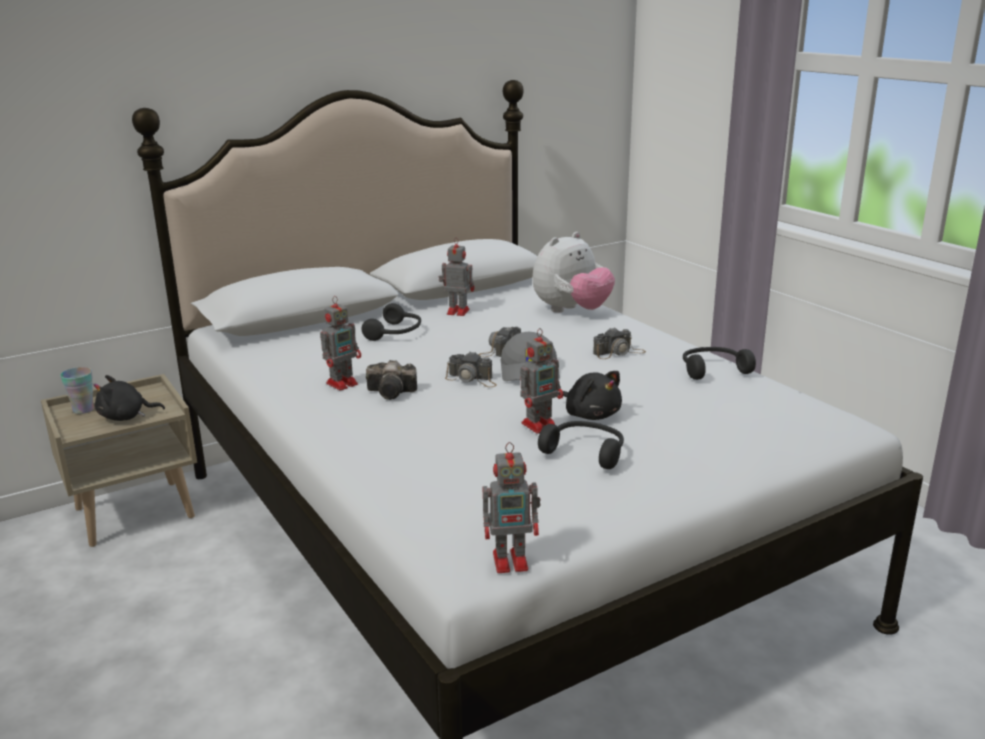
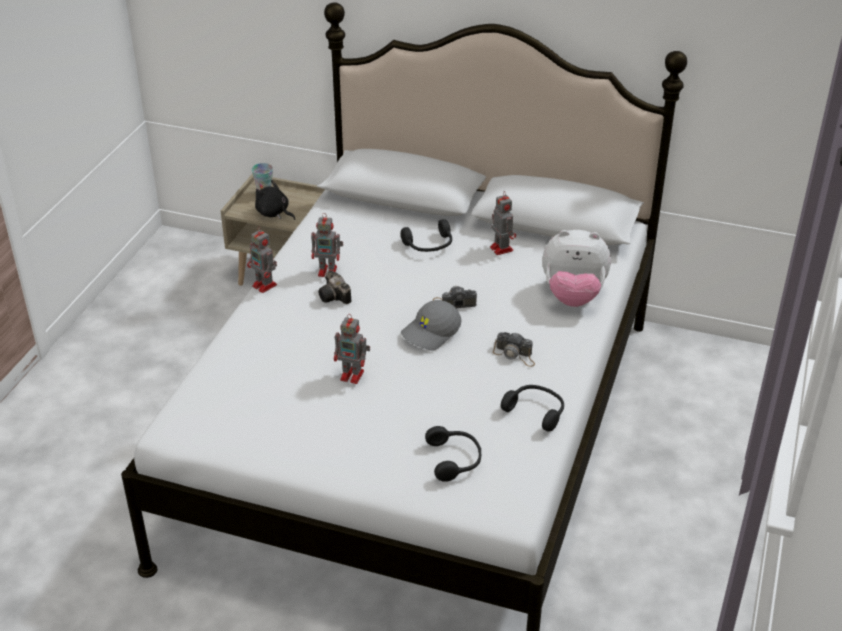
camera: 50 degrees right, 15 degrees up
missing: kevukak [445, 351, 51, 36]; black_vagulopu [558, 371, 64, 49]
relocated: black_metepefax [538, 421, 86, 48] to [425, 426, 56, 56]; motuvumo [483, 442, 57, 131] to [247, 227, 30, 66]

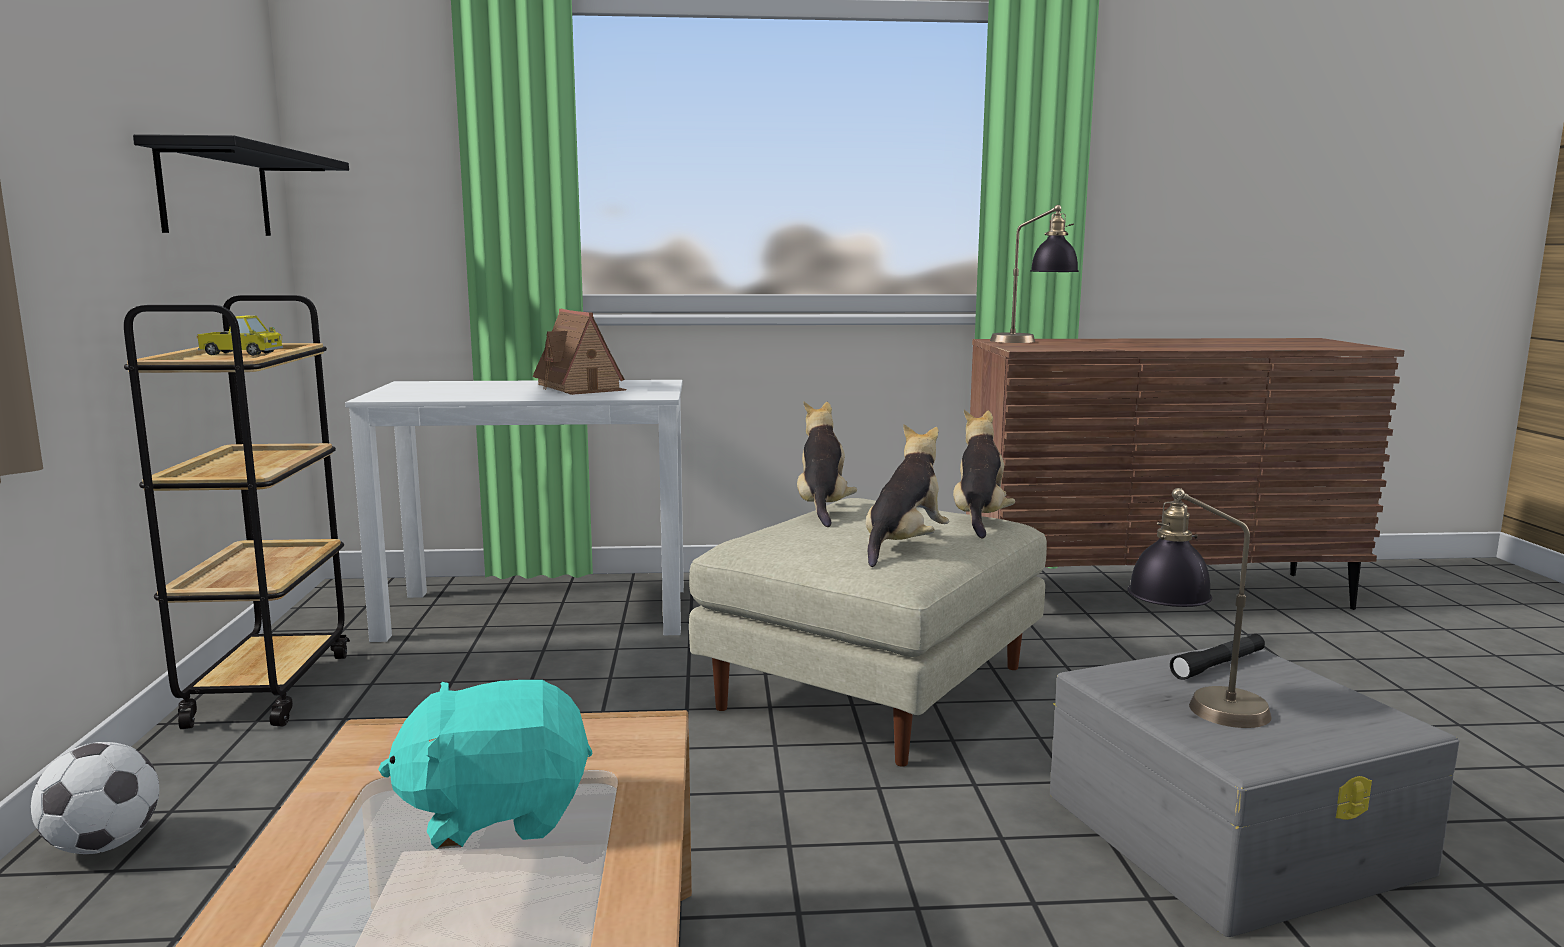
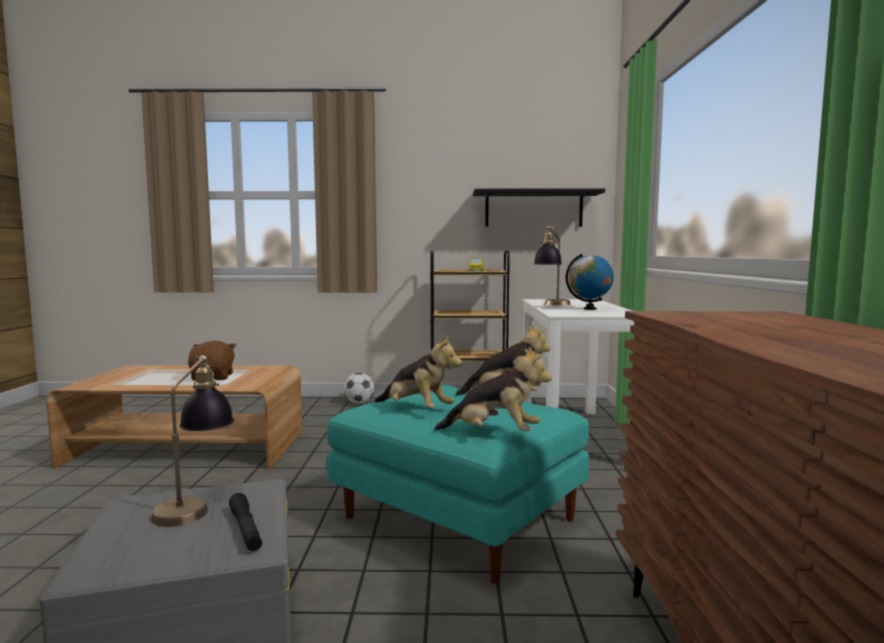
camera: 95 degrees right, 5 degrees down
relocated: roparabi [990, 205, 89, 138] to [534, 226, 37, 79]
exchanged: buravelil [532, 309, 95, 86] to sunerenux [566, 254, 48, 56]
colour: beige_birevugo [689, 498, 358, 269] to turquoise_birevugo [327, 385, 262, 199]; turquoise_vagulopu [378, 680, 214, 169] to brown_vagulopu [188, 340, 49, 41]

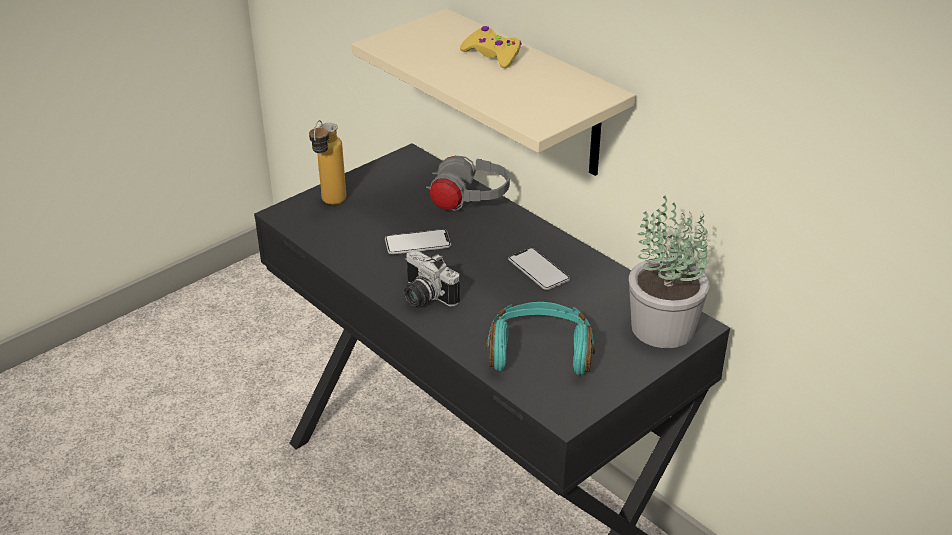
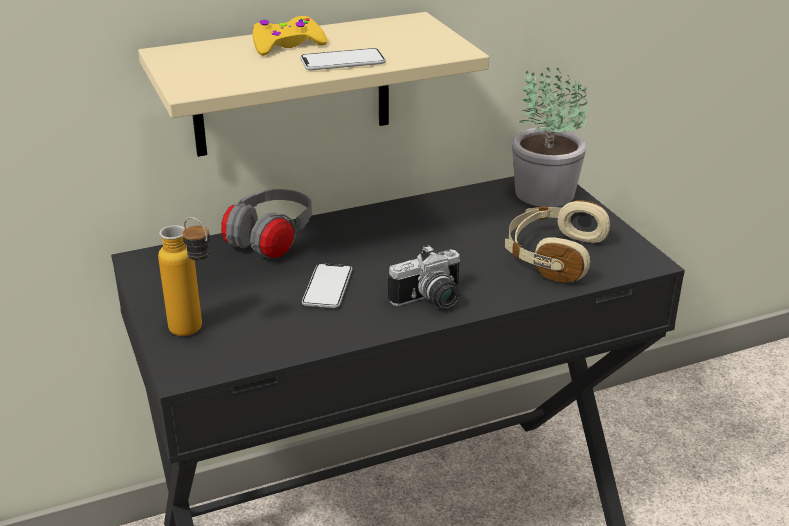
camera: 70 degrees left, 5 degrees down
relocated: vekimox [508, 248, 62, 42] to [300, 48, 86, 22]
colour: turquoise_metepefax [486, 302, 109, 73] to beige_metepefax [505, 200, 105, 83]

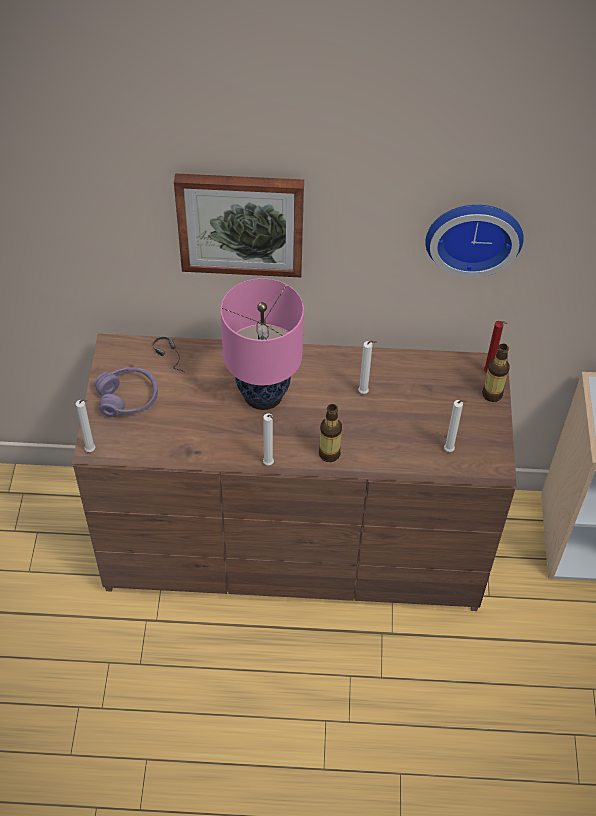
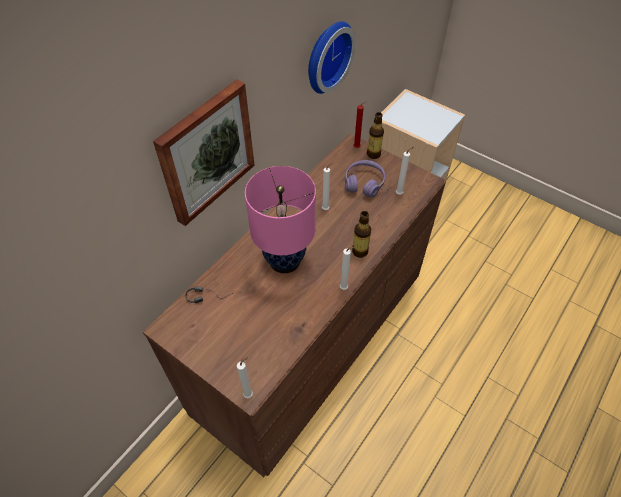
camera: 55 degrees left, 0 degrees up
relocated: purple_metepefax [94, 368, 64, 49] to [345, 160, 40, 38]

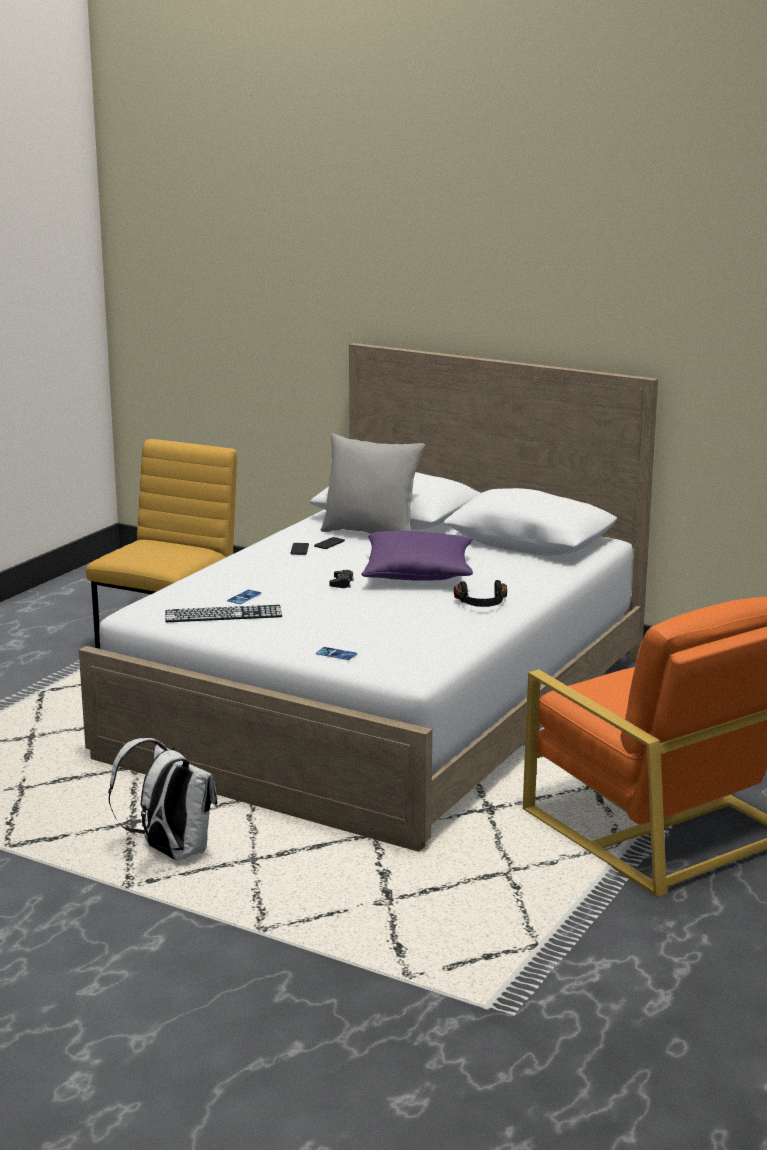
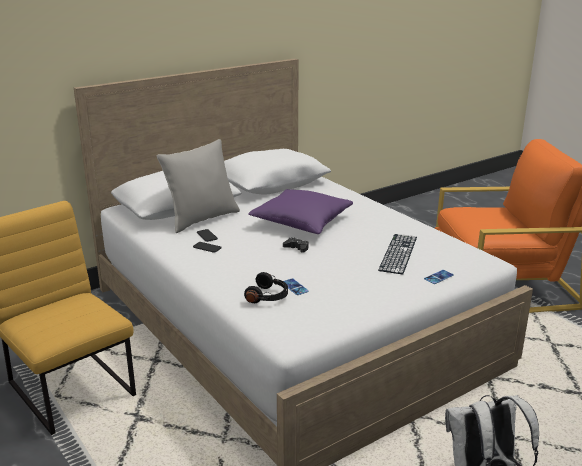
camera: 65 degrees left, 5 degrees up
relocated: black_metepefax [454, 580, 53, 27] to [244, 272, 44, 31]; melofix [165, 605, 117, 17] to [378, 234, 39, 41]

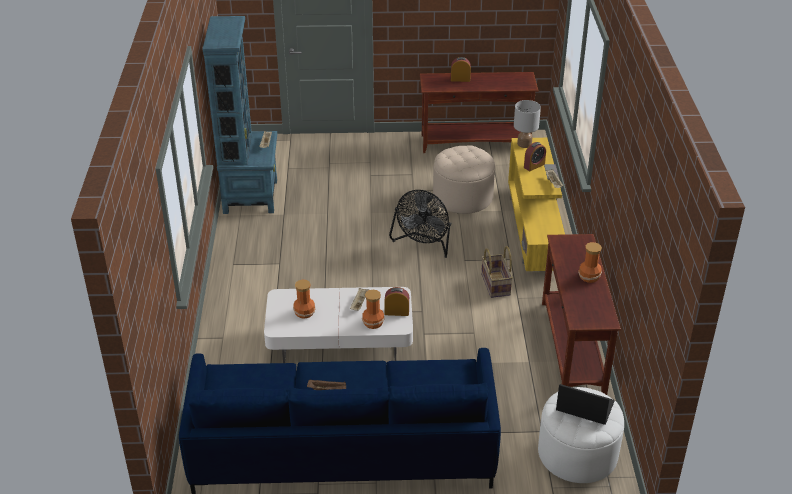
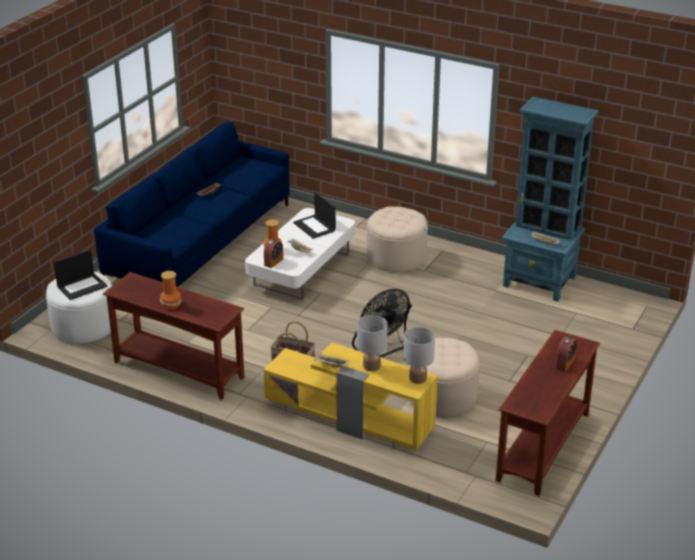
camera: 120 degrees right, 5 degrees down
appeared: beige_birevugo [367, 206, 61, 66]
exchanged: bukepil [524, 142, 22, 29] to grey_roparabi [357, 315, 30, 56]; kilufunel [293, 280, 23, 39] to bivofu [293, 193, 43, 46]

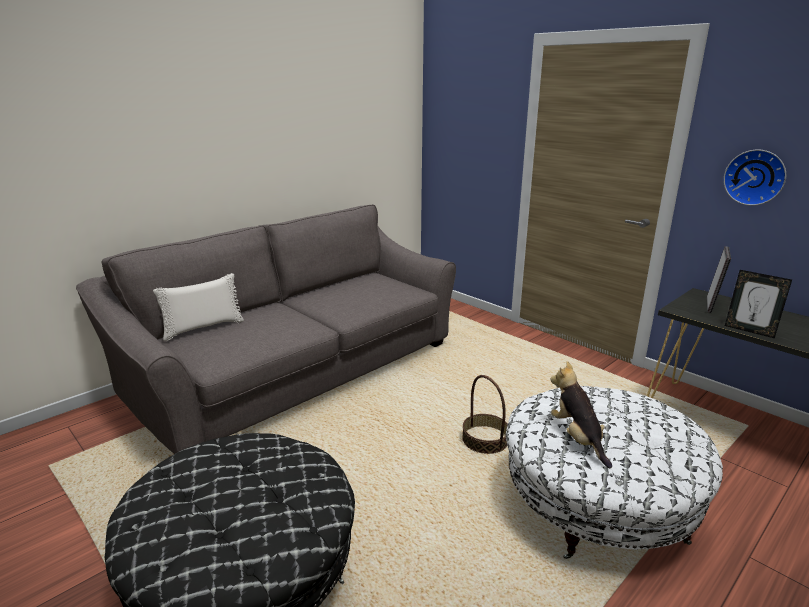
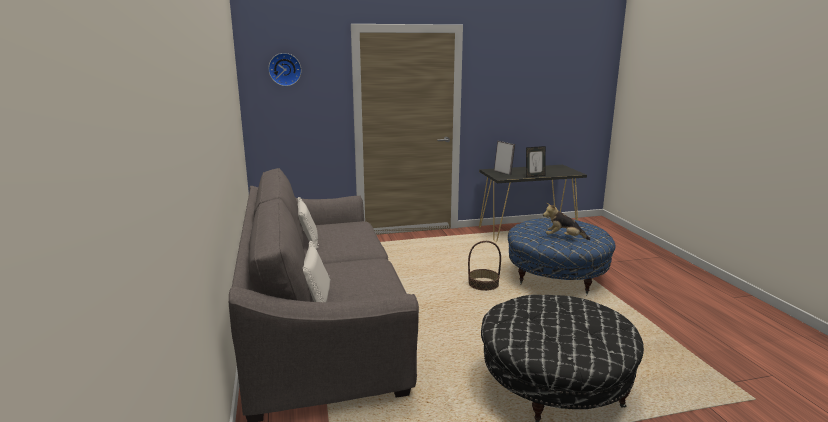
camera: 60 degrees left, 5 degrees down
appeared: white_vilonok [297, 197, 22, 52]
relocated: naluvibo [723, 150, 63, 56] to [268, 53, 34, 33]
colour: white_birevugo [506, 386, 217, 173] to blue_birevugo [508, 218, 108, 77]

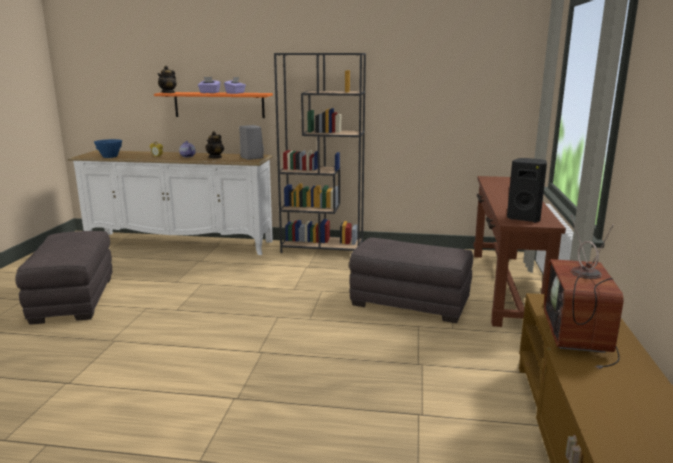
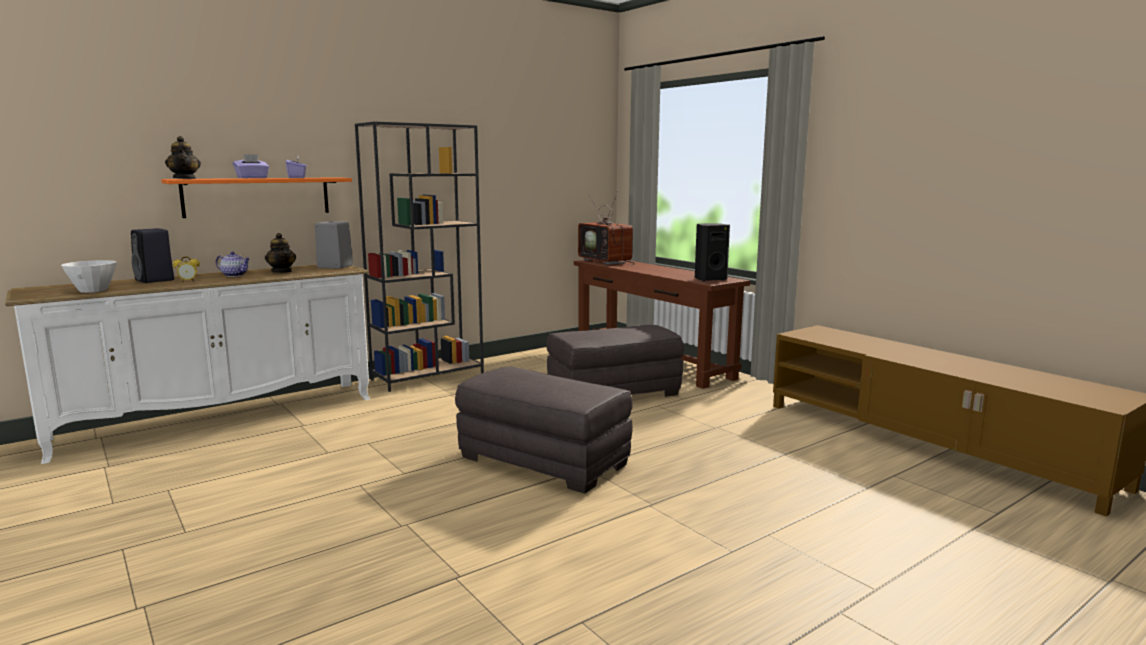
camera: 45 degrees left, 5 degrees down
appeared: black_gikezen [131, 228, 43, 55]
relocated: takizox [544, 215, 80, 154] to [578, 191, 57, 75]; grey_birevugo [15, 231, 98, 94] to [455, 366, 178, 128]
colour: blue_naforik [94, 139, 28, 19] to white_naforik [61, 260, 56, 33]

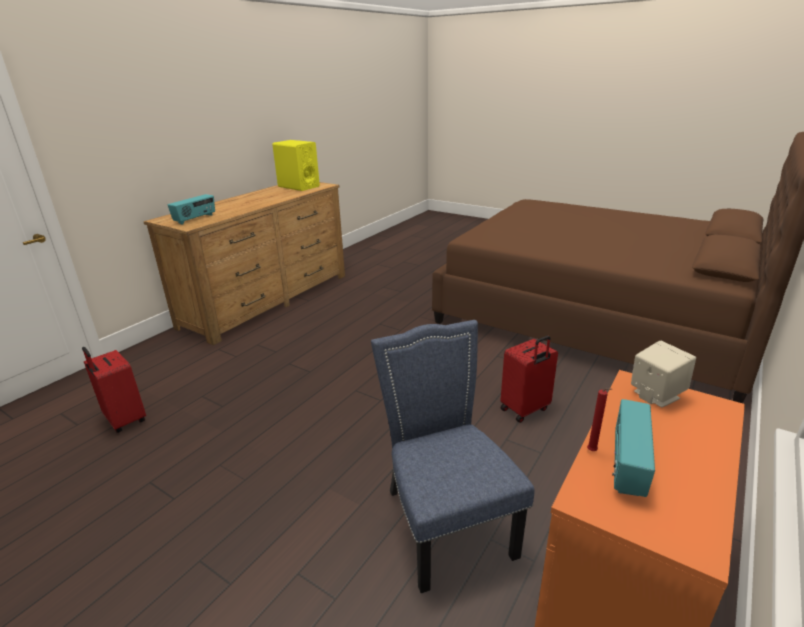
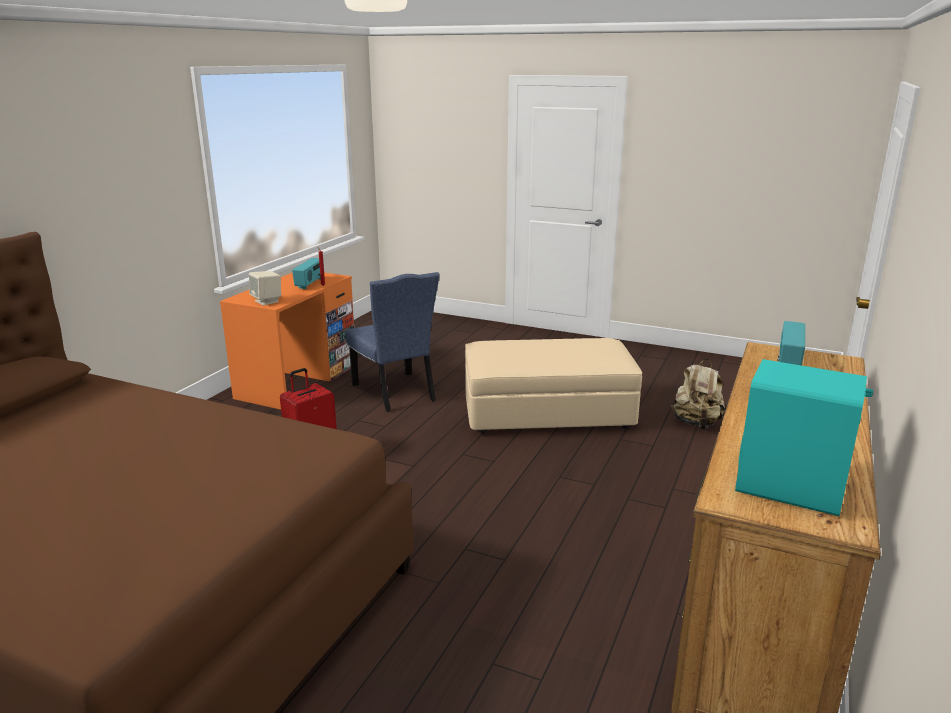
camera: 170 degrees right, 5 degrees down
appeared: beige_birevugo [465, 338, 177, 95]
exchanged: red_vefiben [82, 347, 64, 86] to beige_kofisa [671, 359, 54, 70]
colour: yellow_gikezen [272, 140, 48, 51] to turquoise_gikezen [735, 359, 138, 157]

